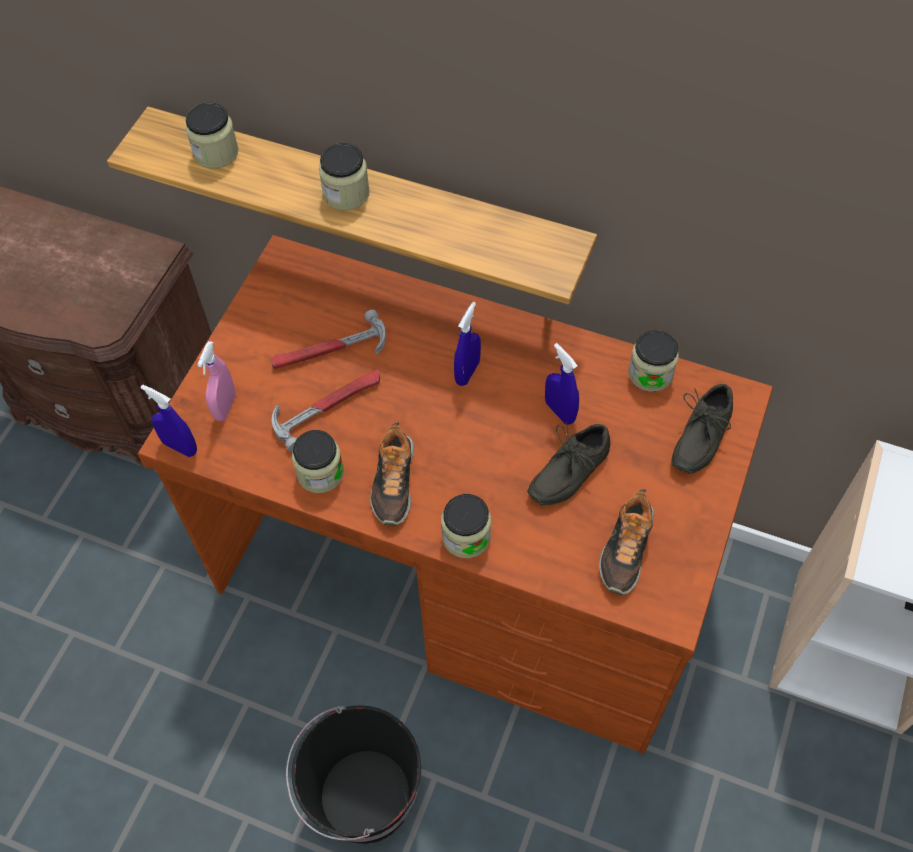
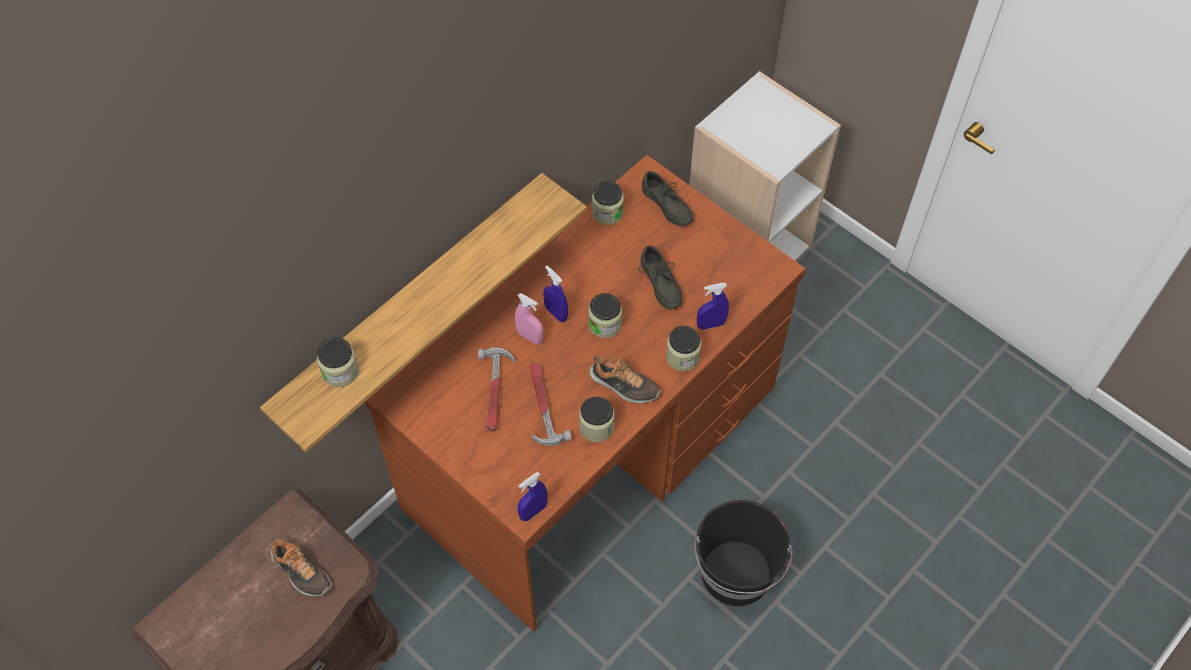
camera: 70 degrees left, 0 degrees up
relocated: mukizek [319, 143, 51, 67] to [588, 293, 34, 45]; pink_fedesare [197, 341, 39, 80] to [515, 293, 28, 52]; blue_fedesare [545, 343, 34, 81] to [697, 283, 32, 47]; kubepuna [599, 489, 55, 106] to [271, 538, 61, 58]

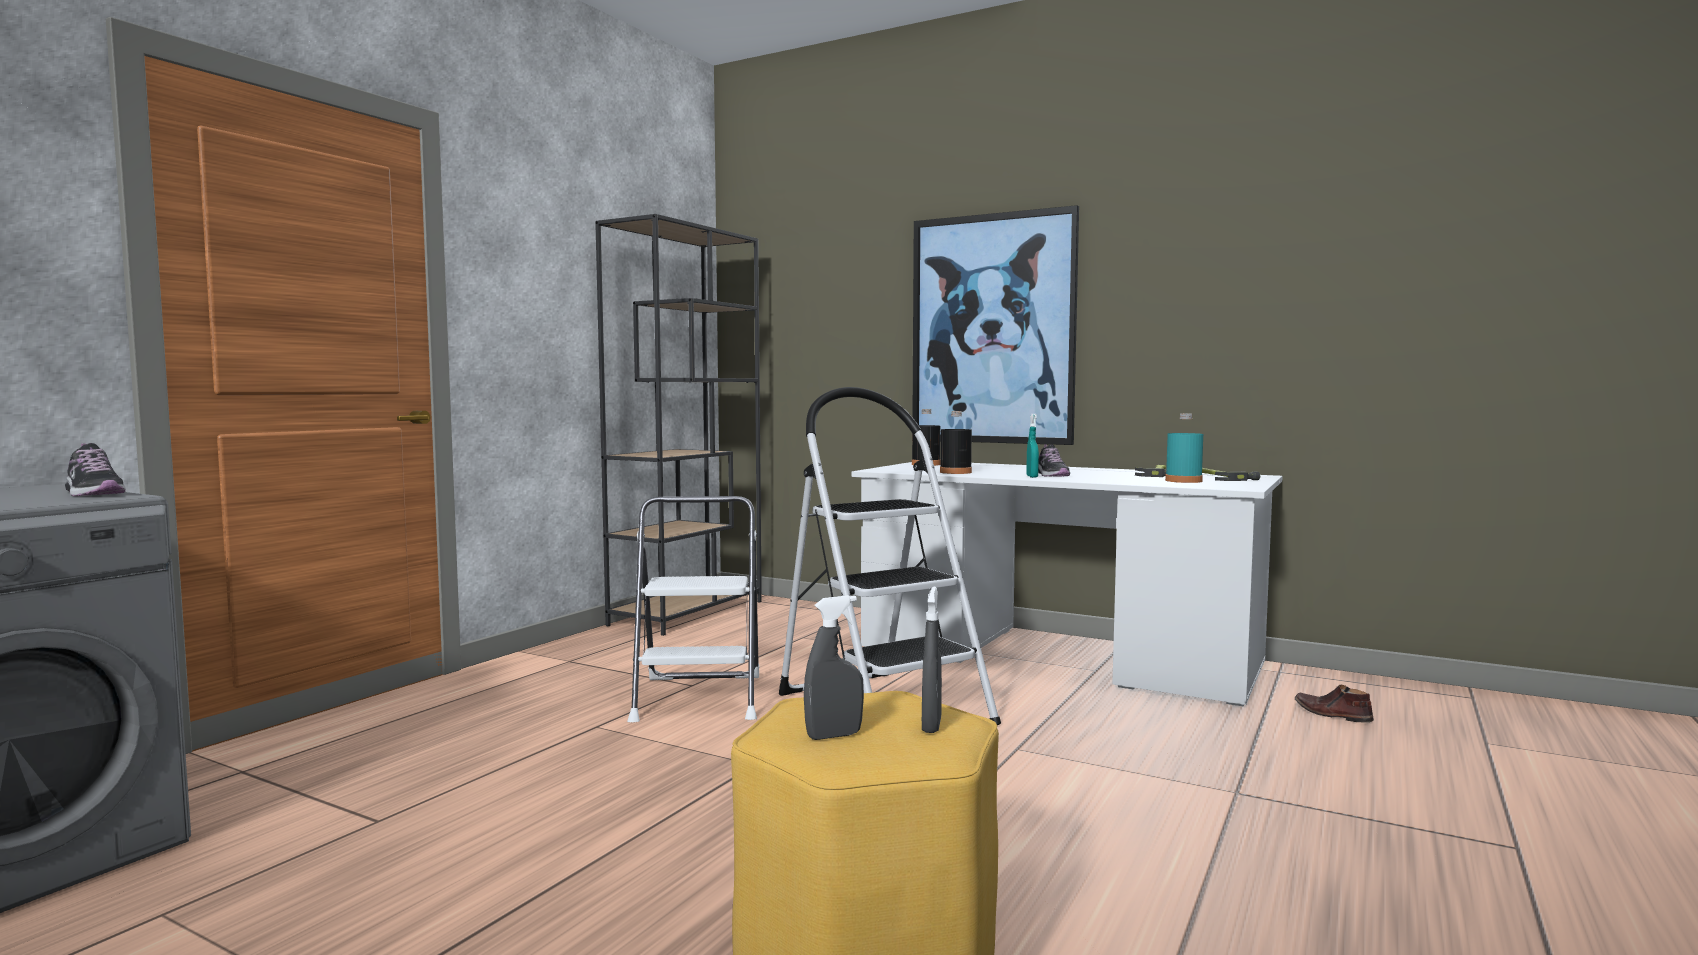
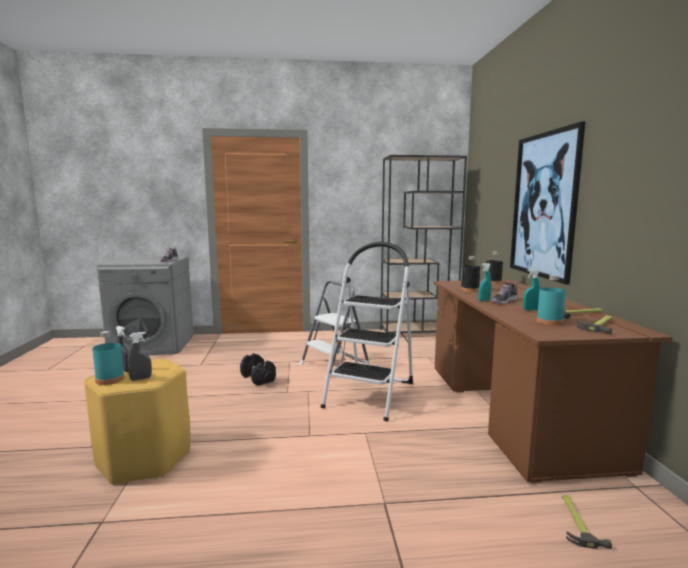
camera: 55 degrees right, 5 degrees up
appeared: turquoise_fedesare [523, 269, 18, 41]; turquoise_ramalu [92, 331, 33, 54]; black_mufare [240, 353, 36, 33]
exchanged: brown_kubepuna [1295, 685, 79, 38] to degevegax [562, 495, 50, 54]
colour: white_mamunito [852, 462, 431, 245] to brown_mamunito [434, 280, 238, 203]

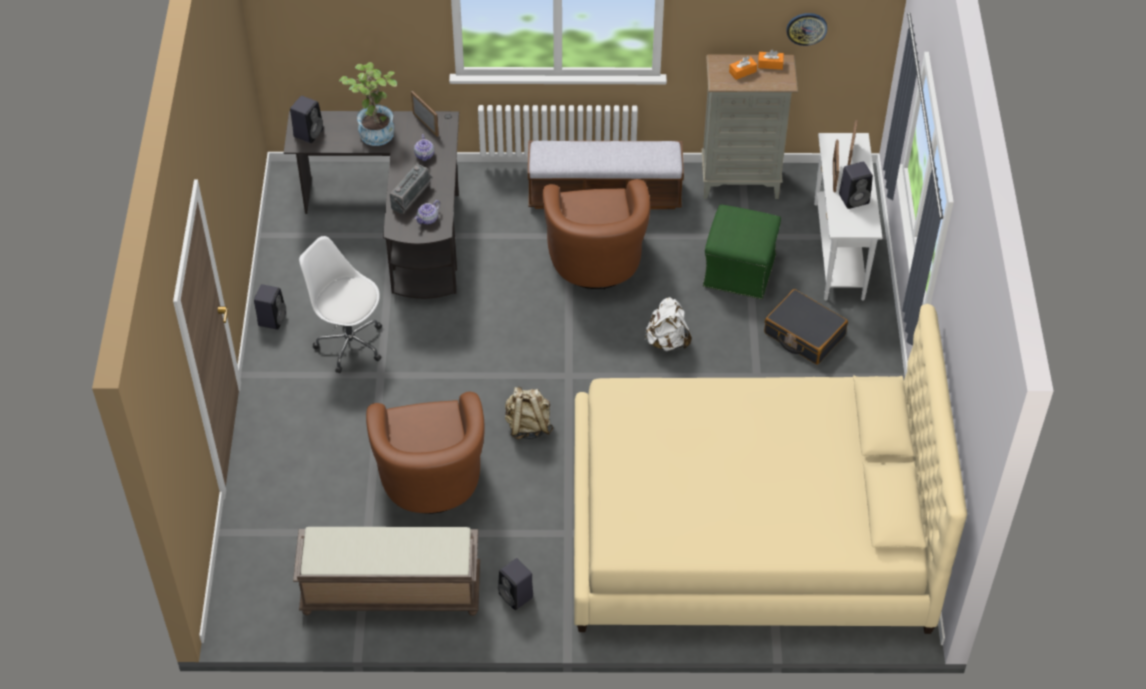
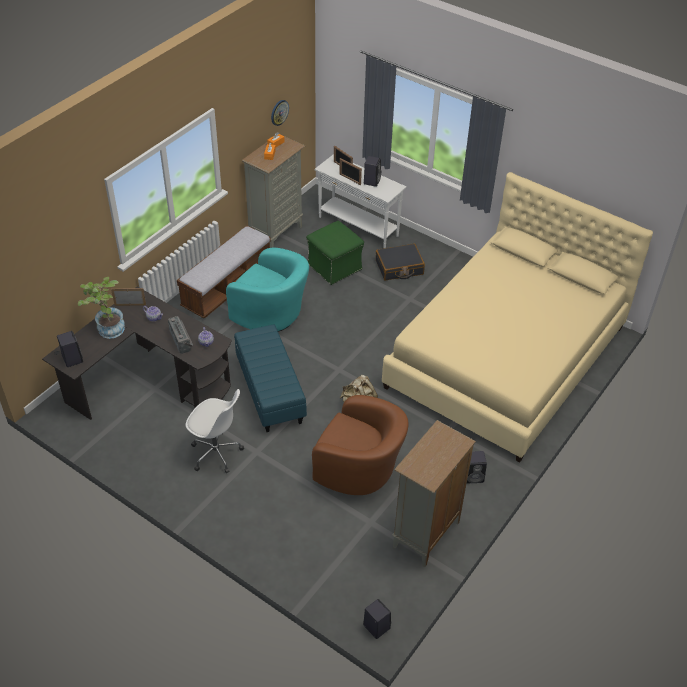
camera: 55 degrees left, 5 degrees down
missing: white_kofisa [645, 297, 46, 54]
appeared: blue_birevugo [234, 324, 73, 108]
relocated: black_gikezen [254, 284, 32, 46] to [363, 599, 28, 40]
exchanged: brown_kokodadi [293, 527, 187, 89] to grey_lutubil [392, 420, 84, 147]
colour: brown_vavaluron [543, 179, 107, 110] to turquoise_vavaluron [226, 248, 83, 84]
spun: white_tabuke [299, 236, 83, 137] = [186, 389, 58, 84] 135 degrees counterclockwise

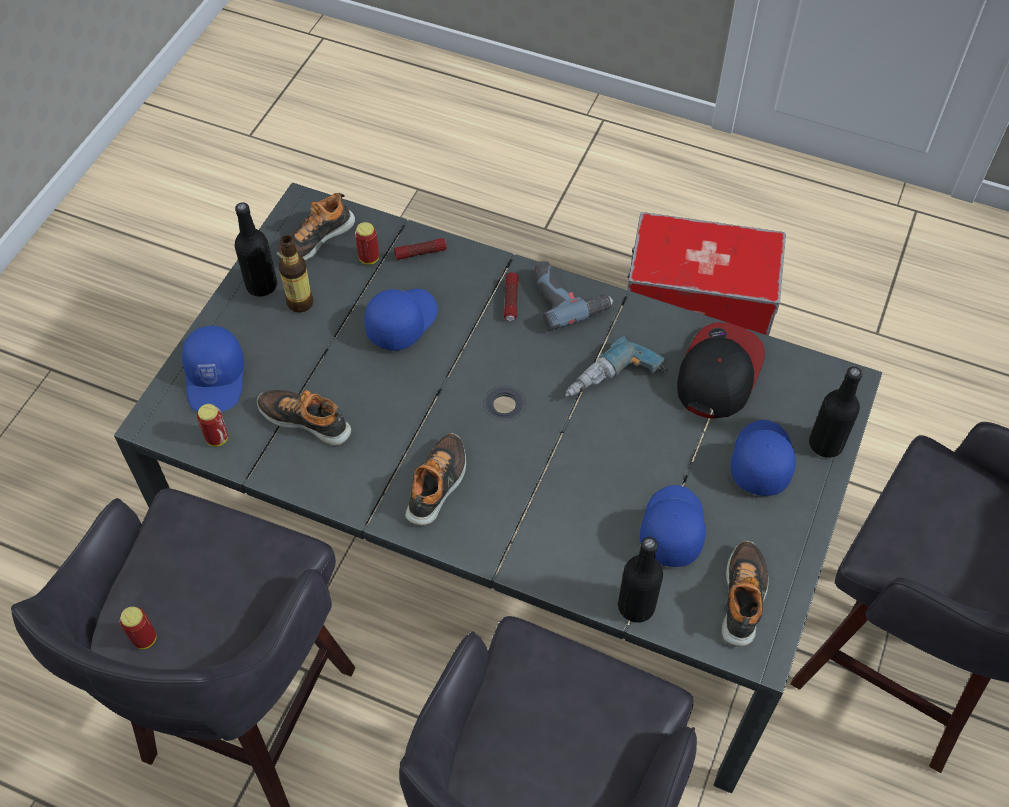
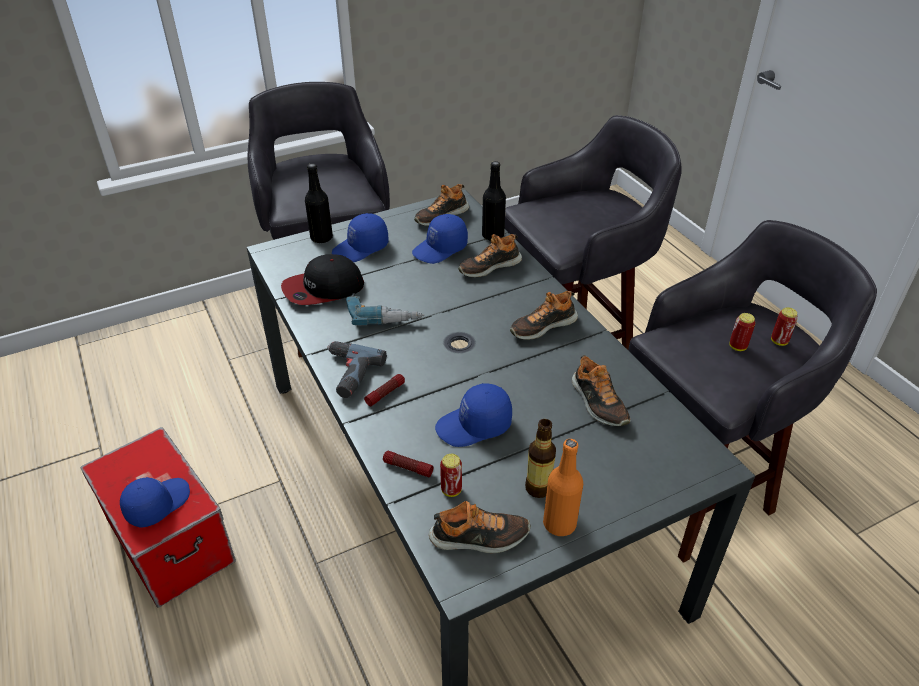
camera: 140 degrees left, 15 degrees down
appeared: kubepuna [458, 234, 64, 43]
relocated: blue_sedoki [182, 326, 62, 86] to [120, 477, 70, 51]; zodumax [197, 404, 31, 42] to [729, 313, 26, 38]
colour: black_ramalu [235, 202, 42, 95] to orange_ramalu [543, 439, 40, 97]

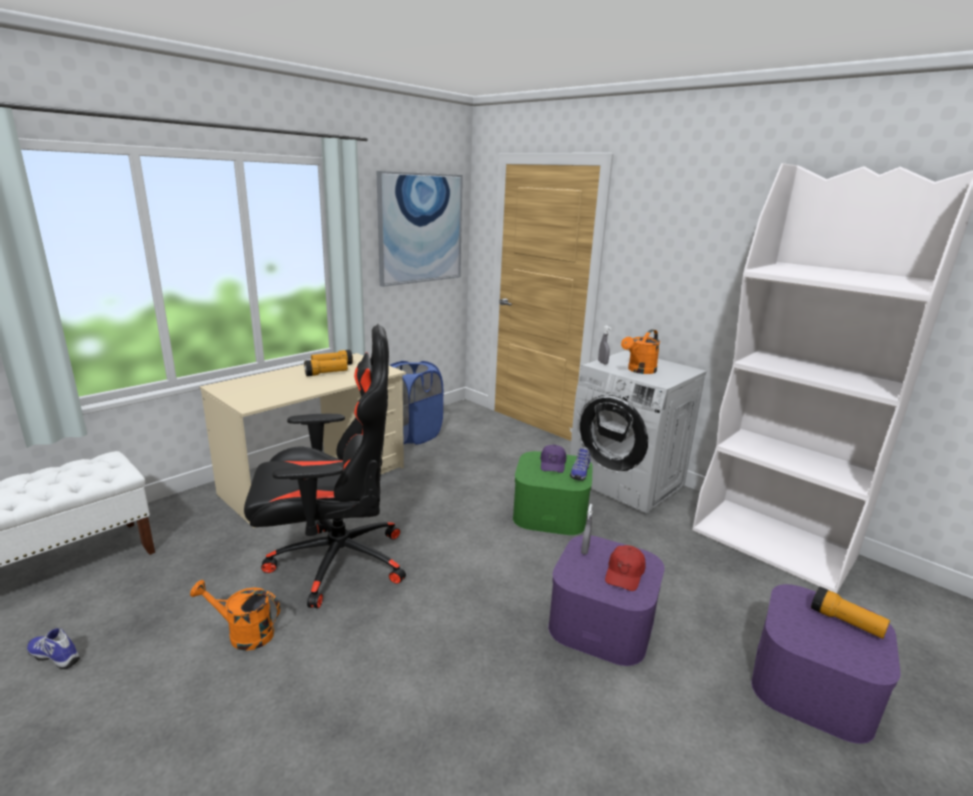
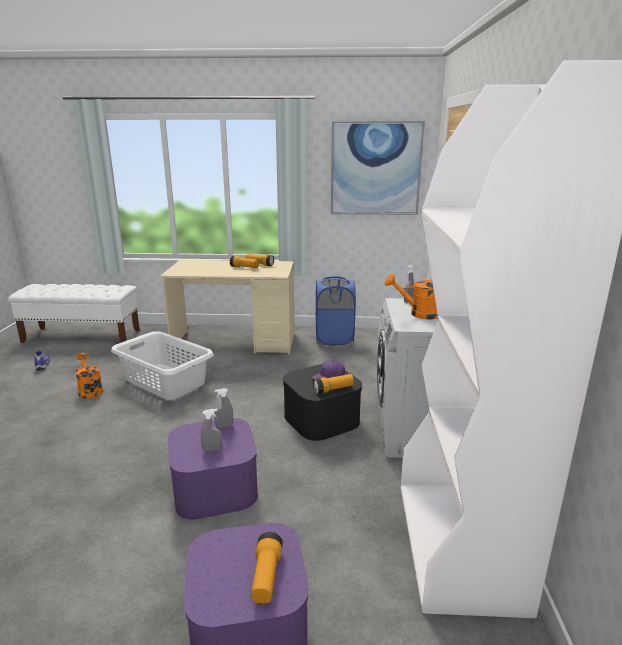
camera: 50 degrees right, 0 degrees up
exchanged: black_tabuke [244, 324, 162, 284] to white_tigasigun [111, 331, 103, 69]; kubepuna [570, 447, 20, 34] to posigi [313, 374, 41, 20]; red_sedoki [605, 545, 41, 46] to grey_fedesare [201, 409, 21, 43]
colour: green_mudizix [513, 451, 80, 84] to black_mudizix [283, 364, 79, 77]

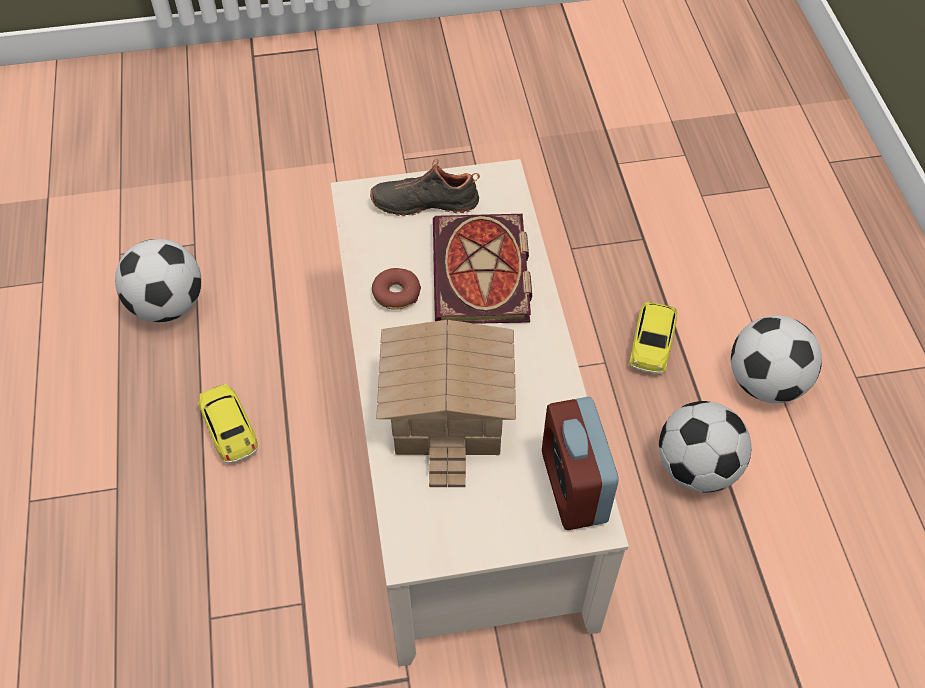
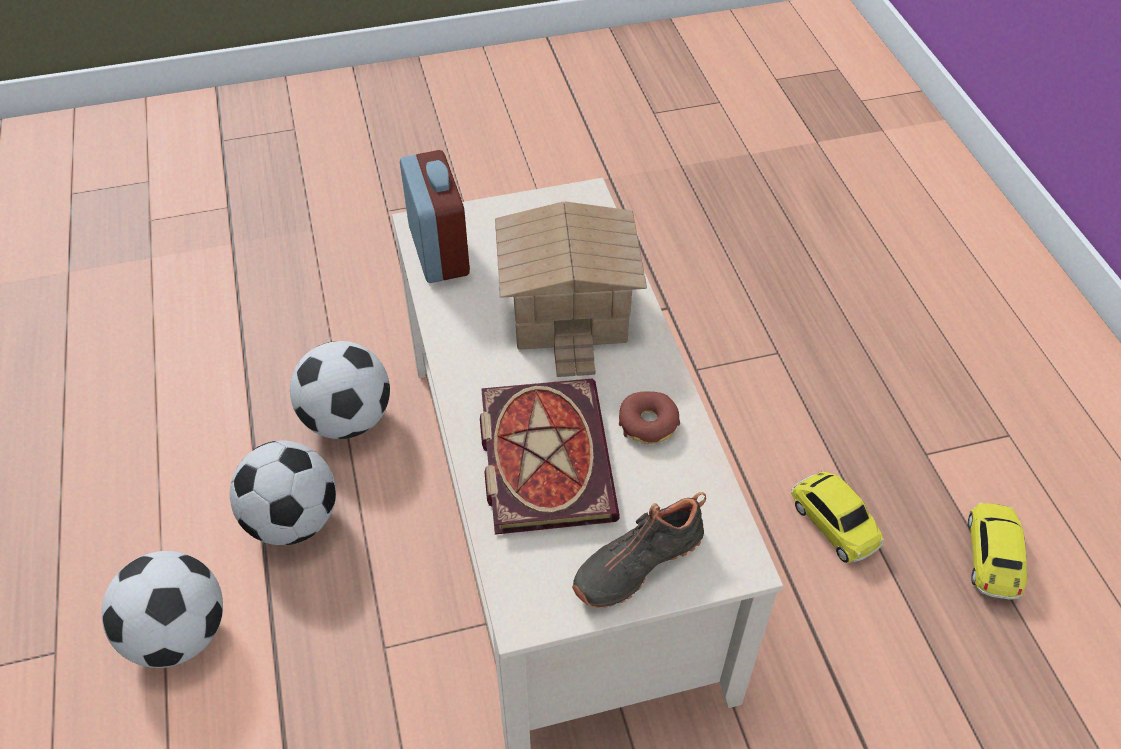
camera: 175 degrees right, 5 degrees down
relocated: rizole [115, 239, 87, 83] to [290, 341, 100, 98]; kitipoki [629, 301, 48, 73] to [968, 503, 59, 97]
spun: black_kubepuna [370, 158, 110, 58] = [572, 492, 134, 116] 150 degrees clockwise

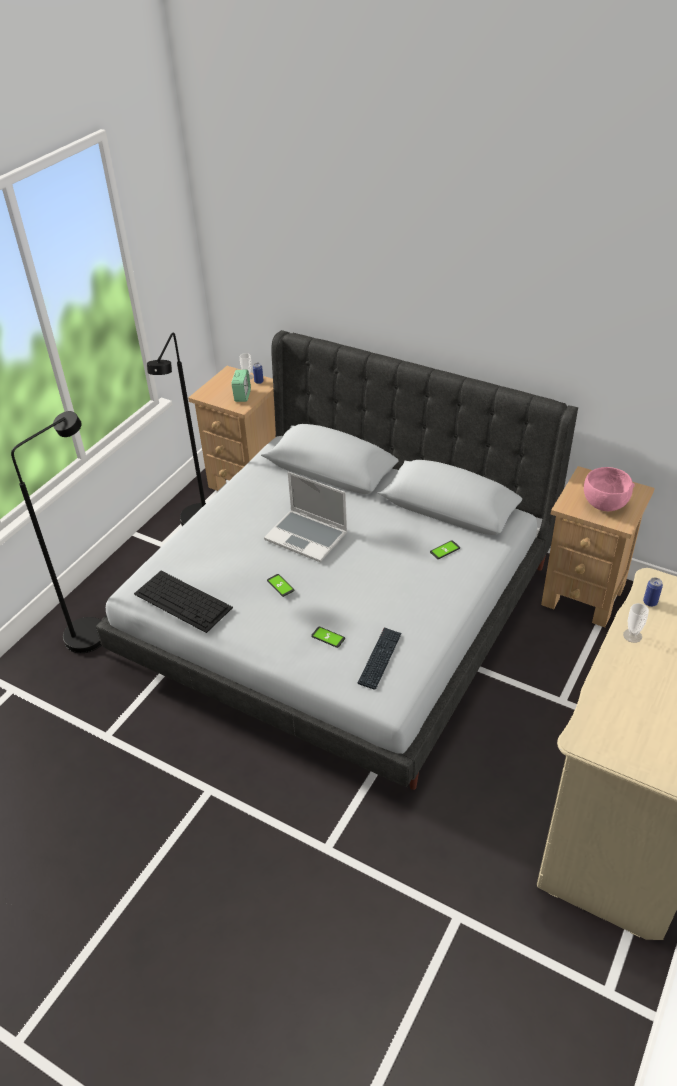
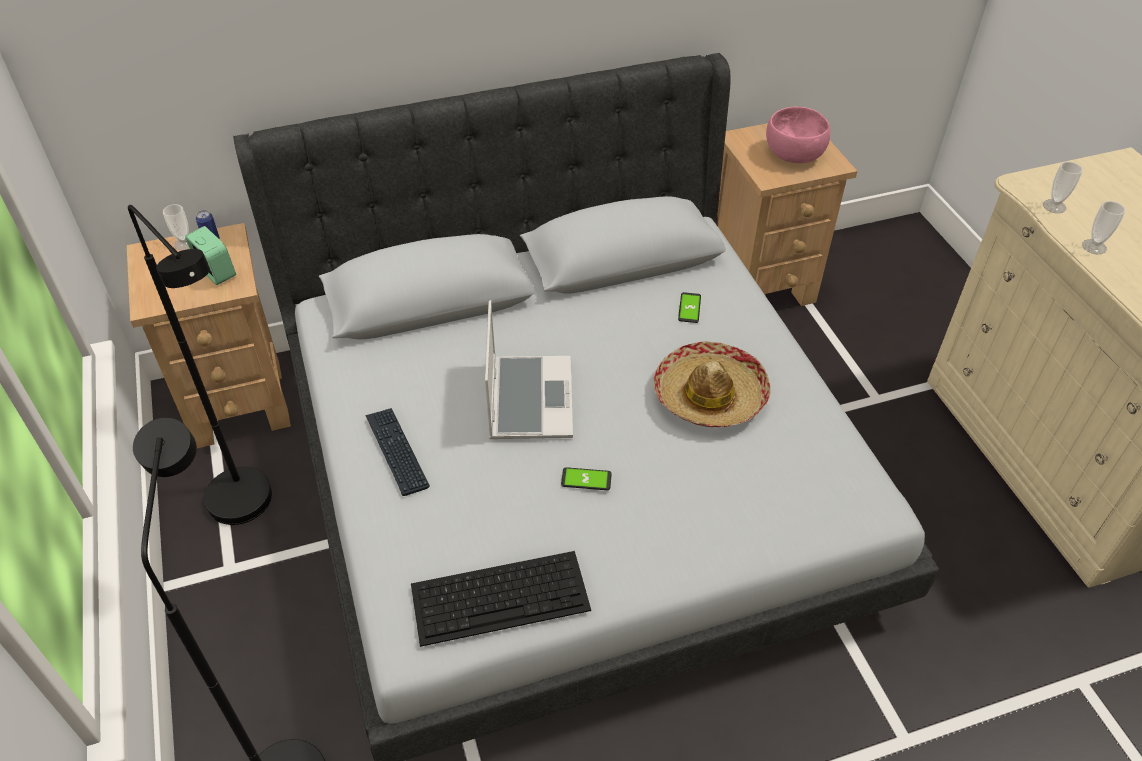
camera: 50 degrees left, 5 degrees up
missing: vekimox [311, 627, 34, 21]
appeared: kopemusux [654, 341, 117, 86]
relocated: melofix [358, 627, 44, 63] to [365, 408, 65, 88]
exchanged: zodumax [643, 578, 20, 29] to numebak [1043, 162, 40, 51]
spun: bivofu [264, 472, 83, 90] = [485, 300, 88, 139] 75 degrees counterclockwise

